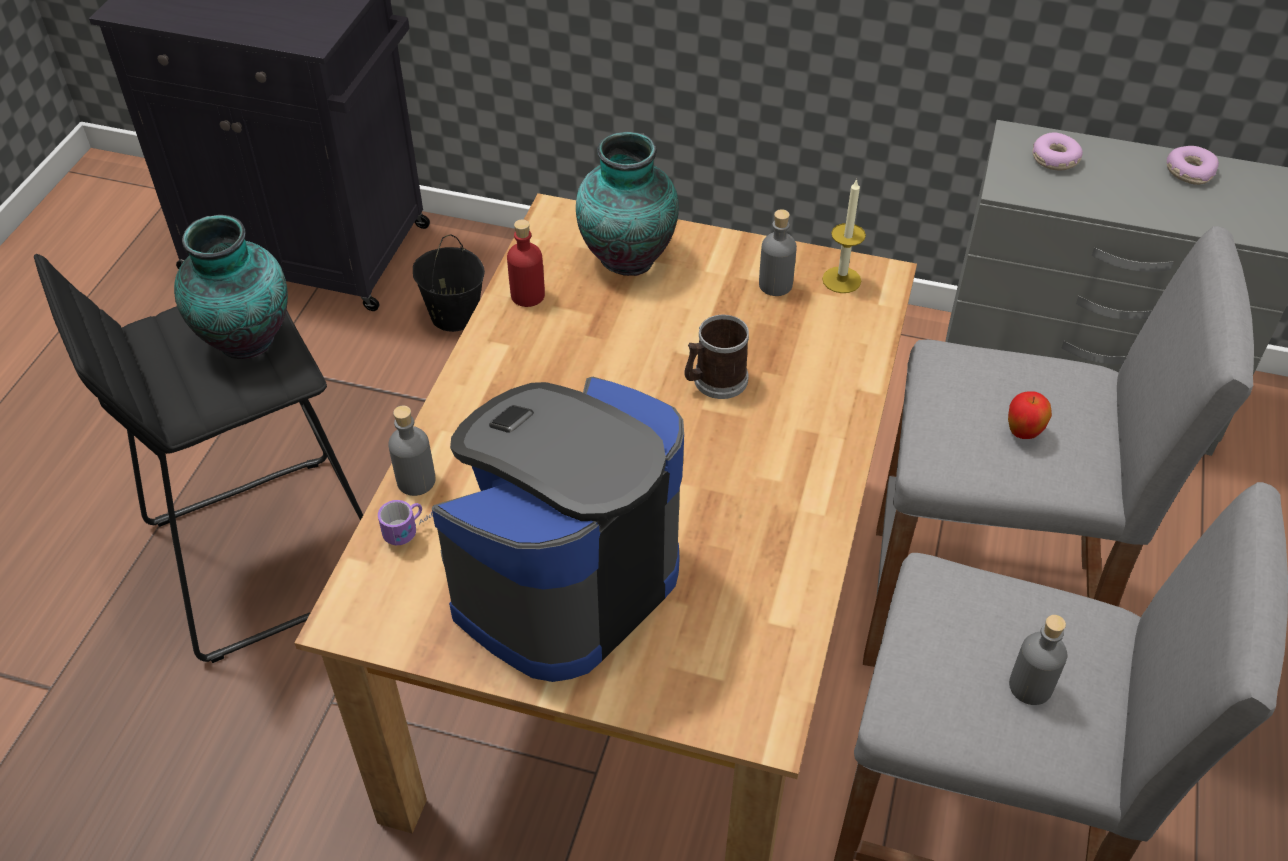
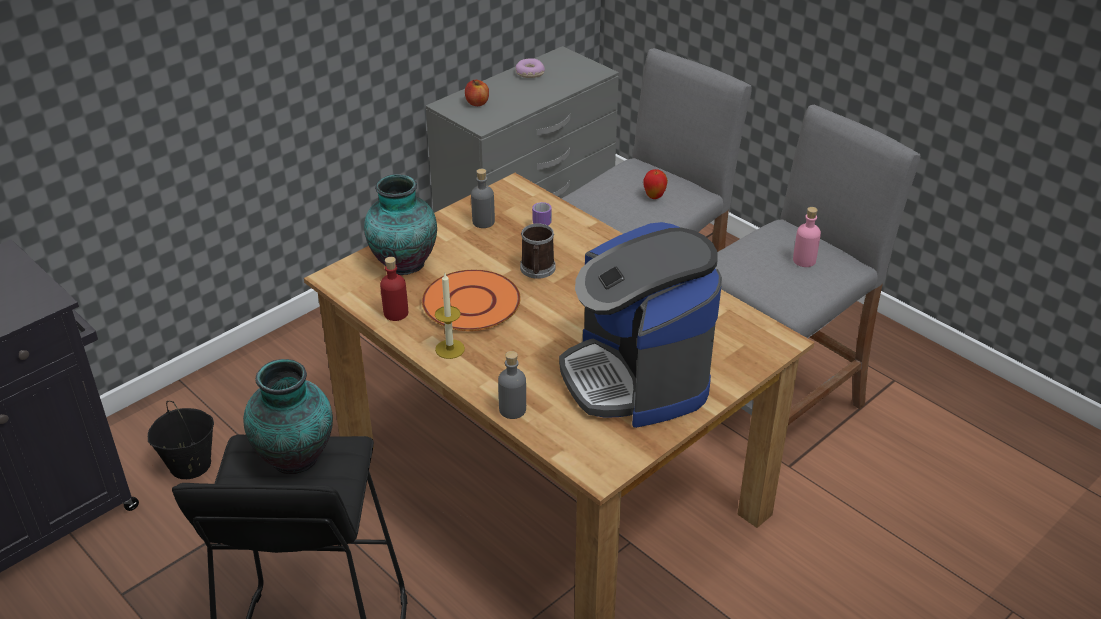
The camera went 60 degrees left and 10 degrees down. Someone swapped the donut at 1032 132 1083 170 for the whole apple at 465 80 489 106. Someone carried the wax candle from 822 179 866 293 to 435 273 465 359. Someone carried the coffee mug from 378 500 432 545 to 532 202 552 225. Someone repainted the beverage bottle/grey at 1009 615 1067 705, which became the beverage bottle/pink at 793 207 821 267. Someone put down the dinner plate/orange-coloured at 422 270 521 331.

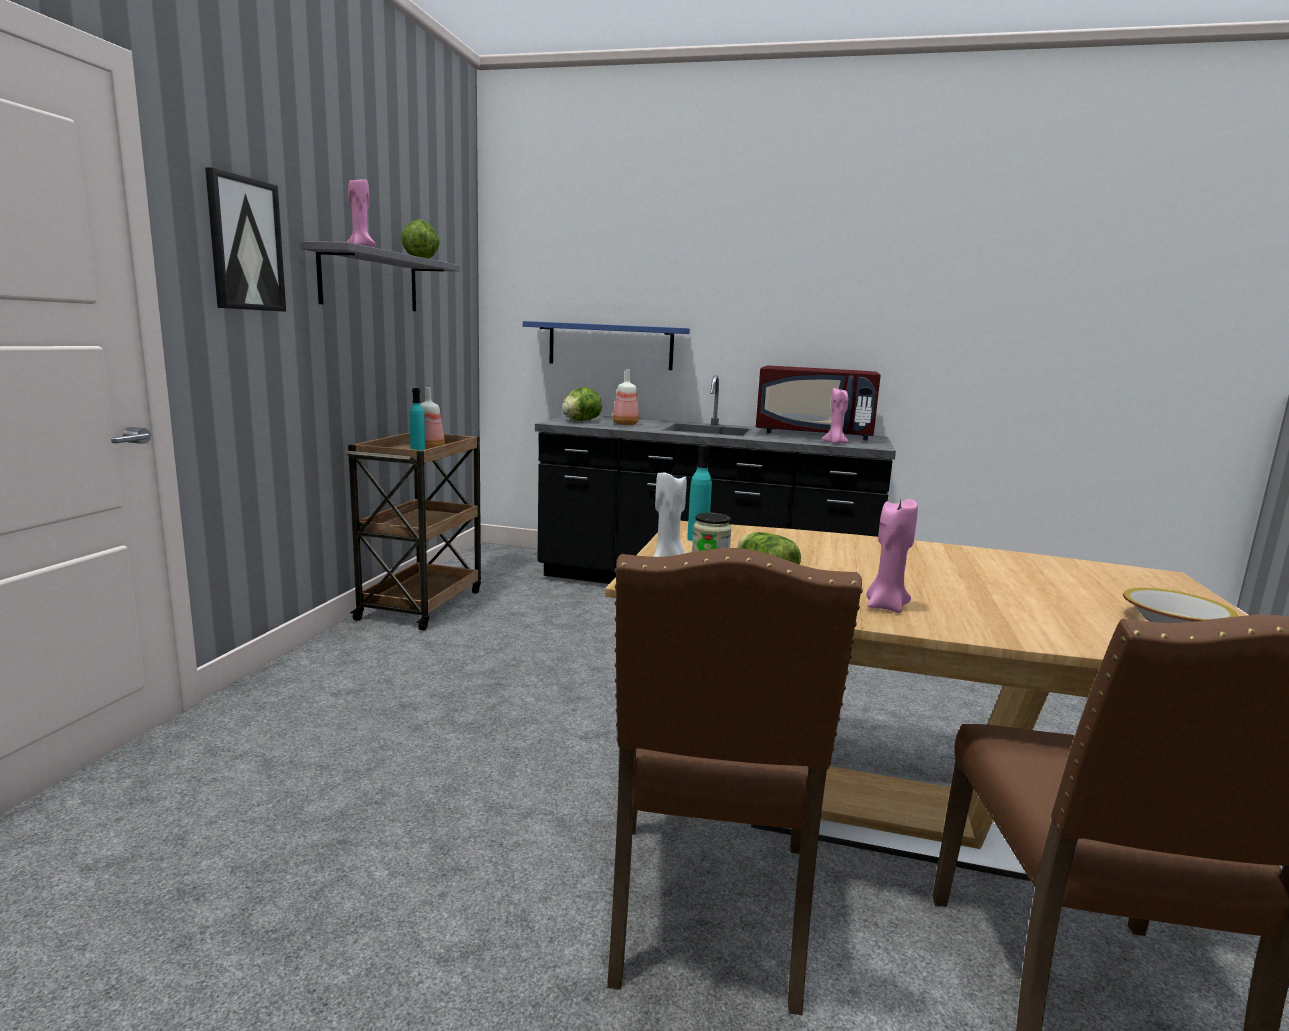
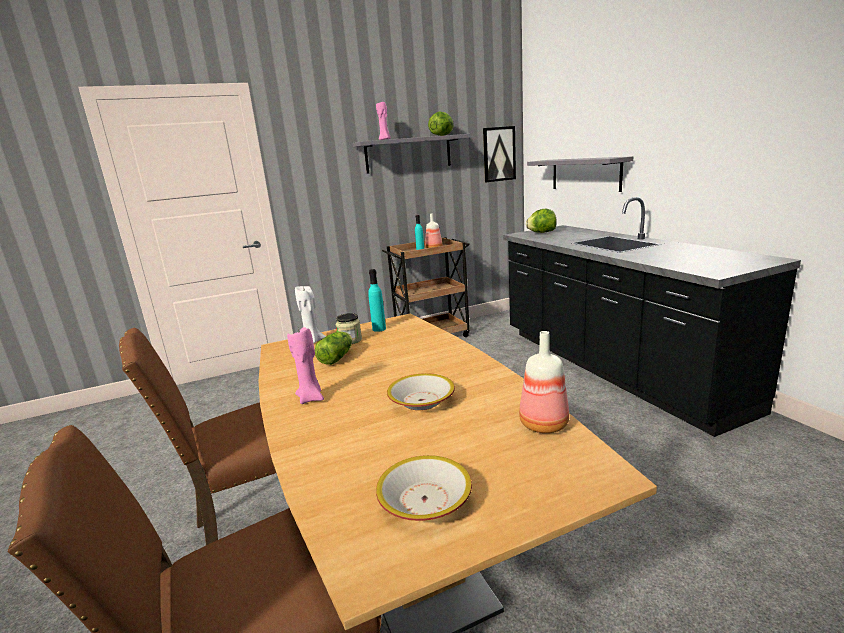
The camera went 55 degrees right and 5 degrees up. Someone carried the wall picture from 205 167 286 312 to 483 126 516 182. Someone repainted the shelf/bluish at 523 321 690 370, which became the shelf/grey at 527 156 633 192. Someone took away the microwave/reddish at 756 365 881 440. Someone carried the beverage bottle from 613 369 639 425 to 519 331 569 433. Someone took away the wax candle/pink at 822 388 849 444. Someone put down the deep dish at 387 373 455 410.

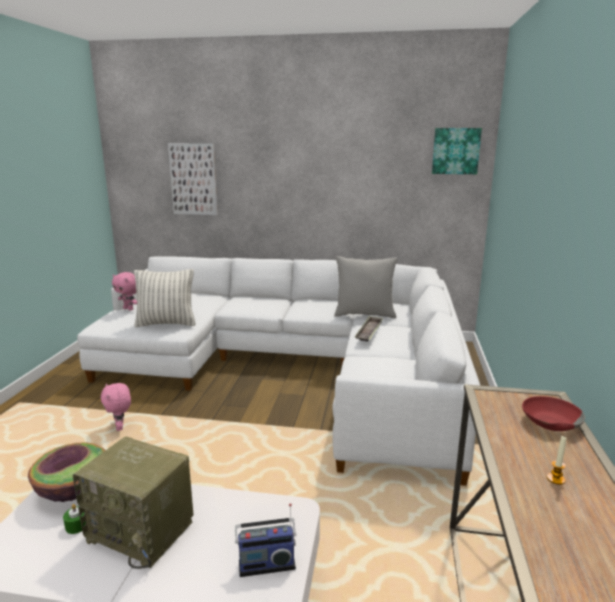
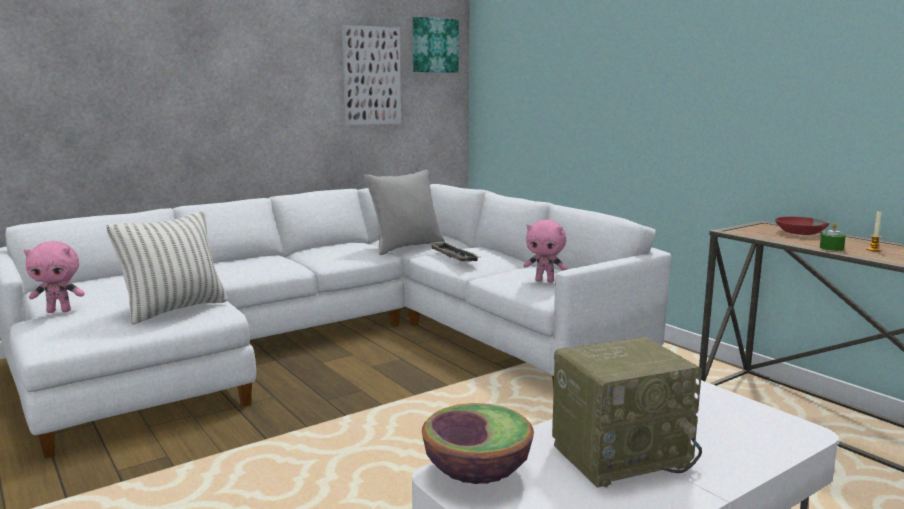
The camera went 45 degrees left and 5 degrees down. Someone carried the wall picture from 168 143 218 215 to 342 25 401 125. Someone carried the plush toy/pink from 101 383 131 431 to 524 220 567 283. Someone took away the radio set at 235 503 296 577. Someone carried the wax candle/green from 63 504 86 534 to 820 223 846 251.

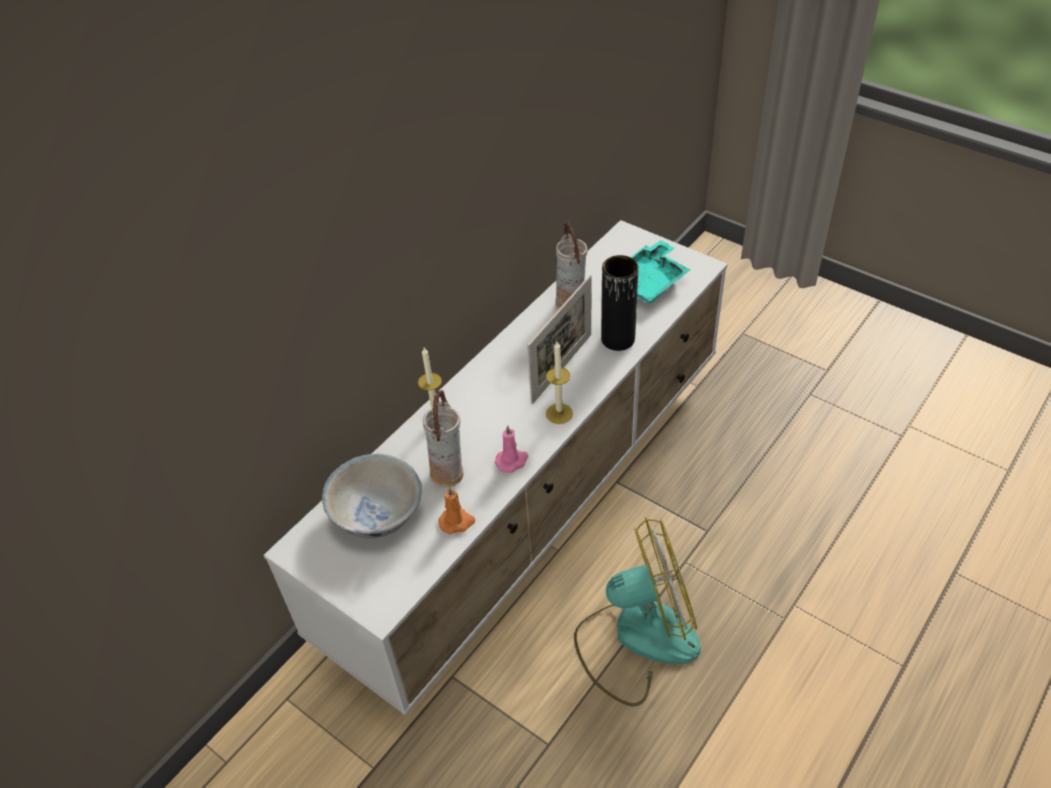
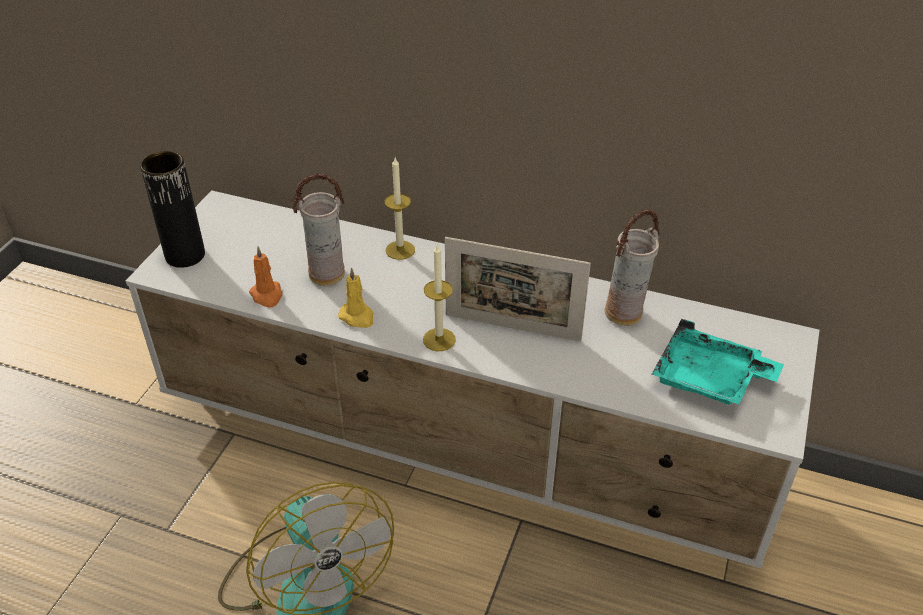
The camera went 70 degrees right and 5 degrees down. Someone carried the vase/blackish from 601 255 639 351 to 140 151 205 268. Someone repainted the wax candle/pink at 495 425 529 473, which became the wax candle/yellow at 338 268 373 328. Someone took away the deep dish/whitish at 322 454 422 539.

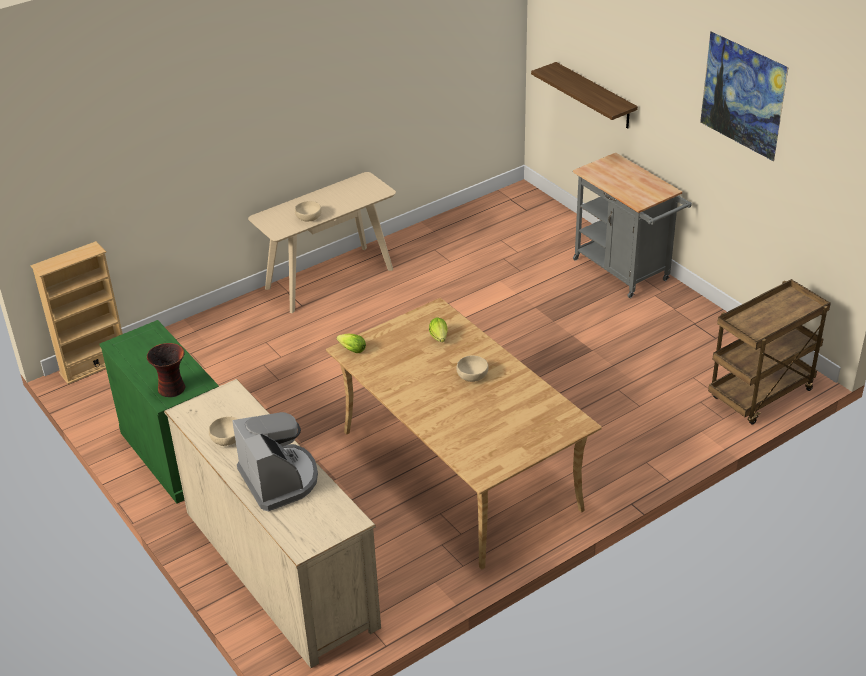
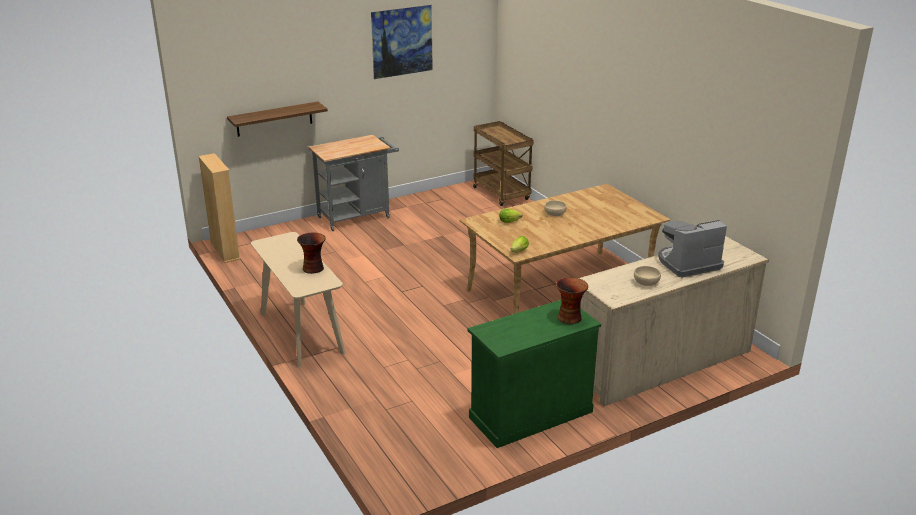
The camera went 85 degrees left and 10 degrees down. Someone swapped the deep dish/sand-coloured at 295 201 322 221 for the vase at 297 233 325 274. Someone carried the bookcase/sand-coloured from 31 241 123 385 to 198 153 241 263.

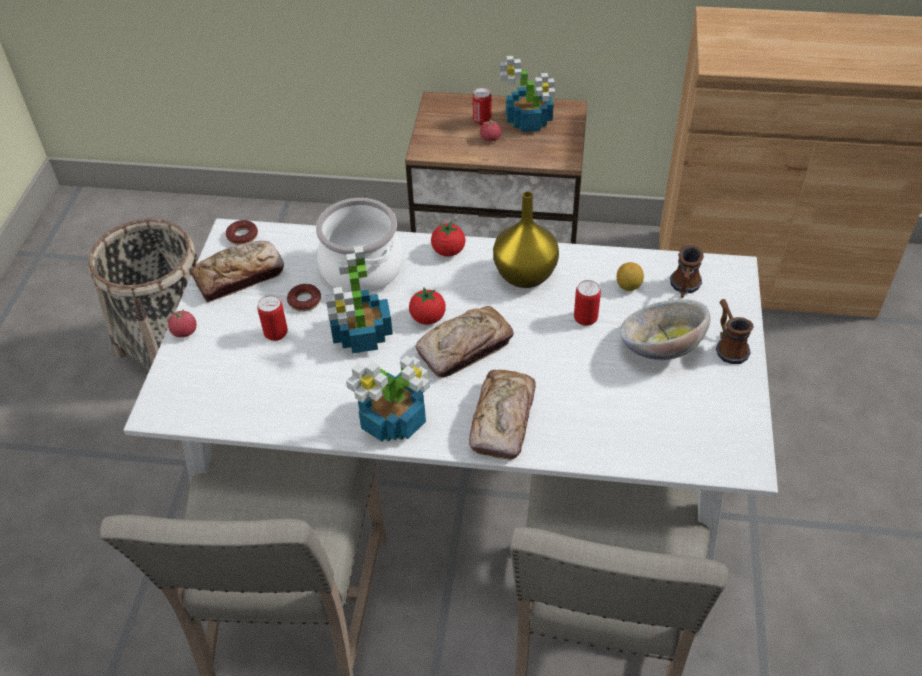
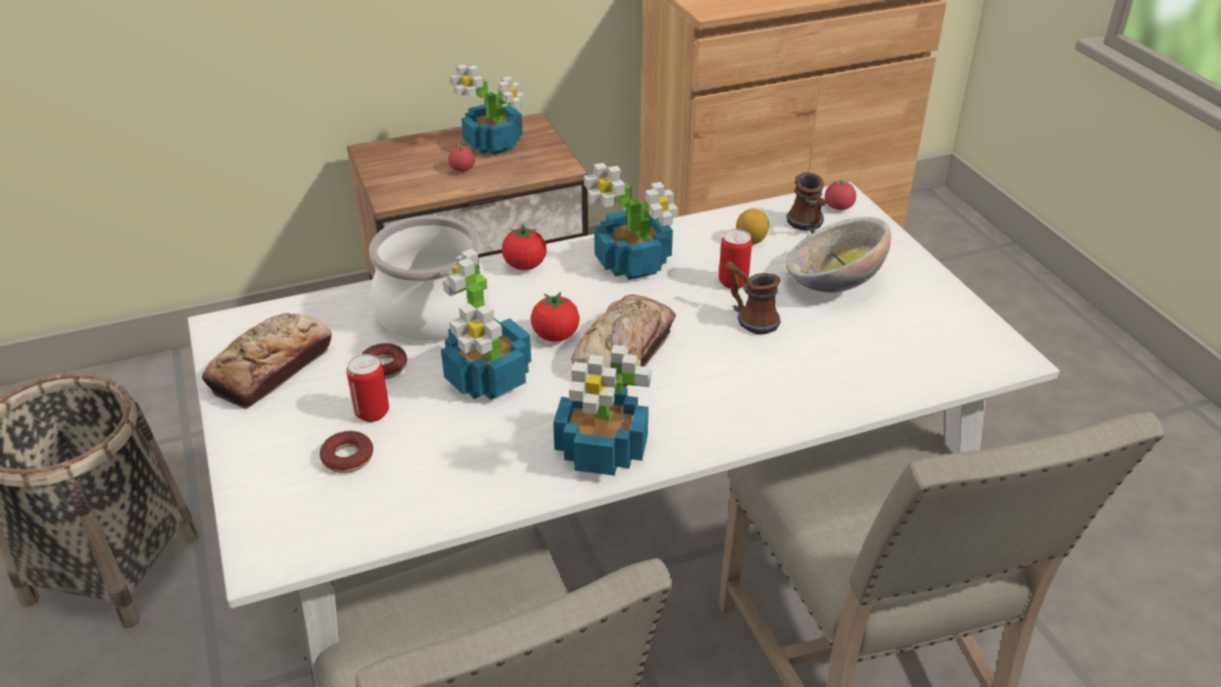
The camera went 30 degrees left and 10 degrees down. Someone took away the metal can at 473 87 492 125. Someone swapped the vase/yellow at 493 191 559 288 for the plant in a pot at 584 163 678 280. Someone carried the donut from 226 220 258 245 to 320 431 373 473. Someone carried the coffee mug from 716 299 754 364 to 725 261 781 334. Someone carried the fresh tomato from 168 309 197 338 to 825 177 856 210. Someone took away the bread at 469 370 536 460.

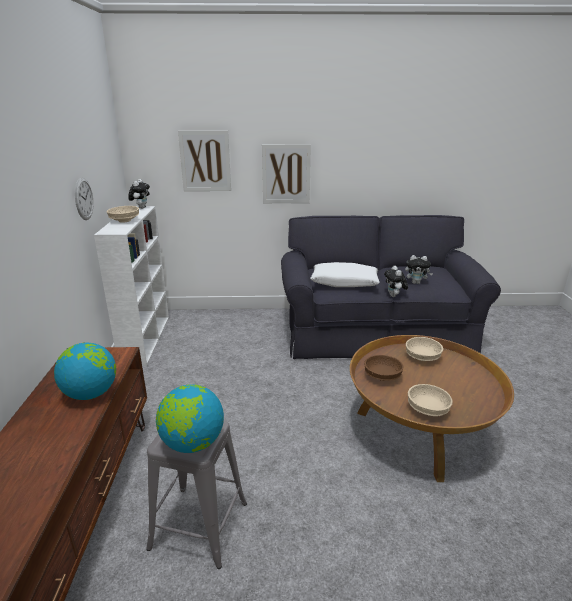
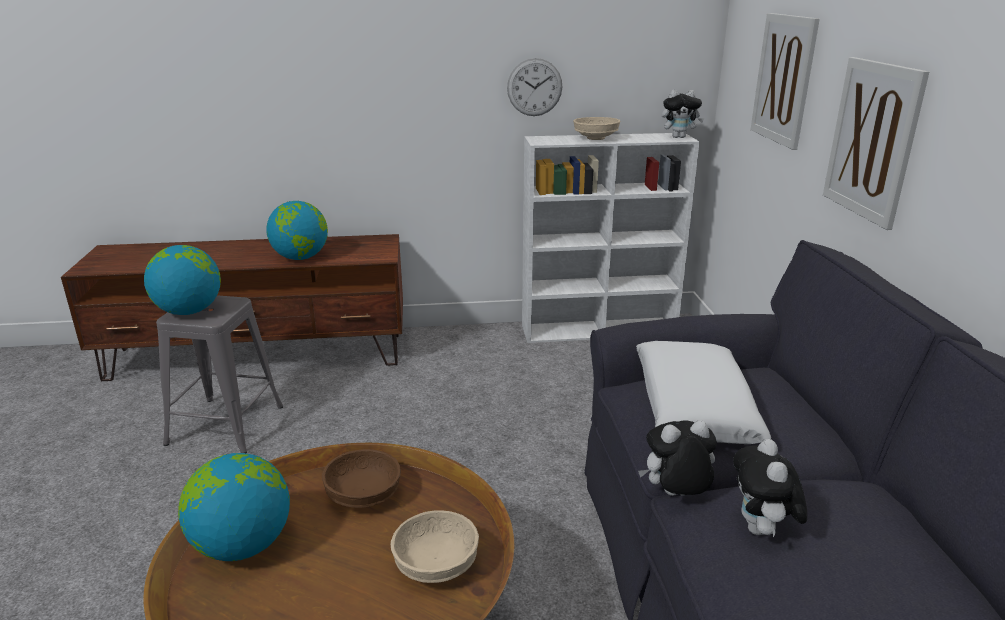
The camera went 85 degrees right and 0 degrees up. Someone swapped the deep dish/sand-coloured at 408 384 453 416 for the globe at 178 453 290 561.

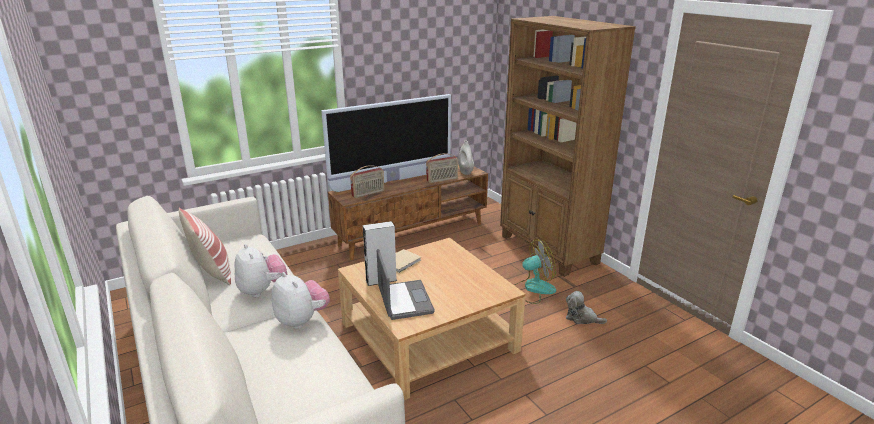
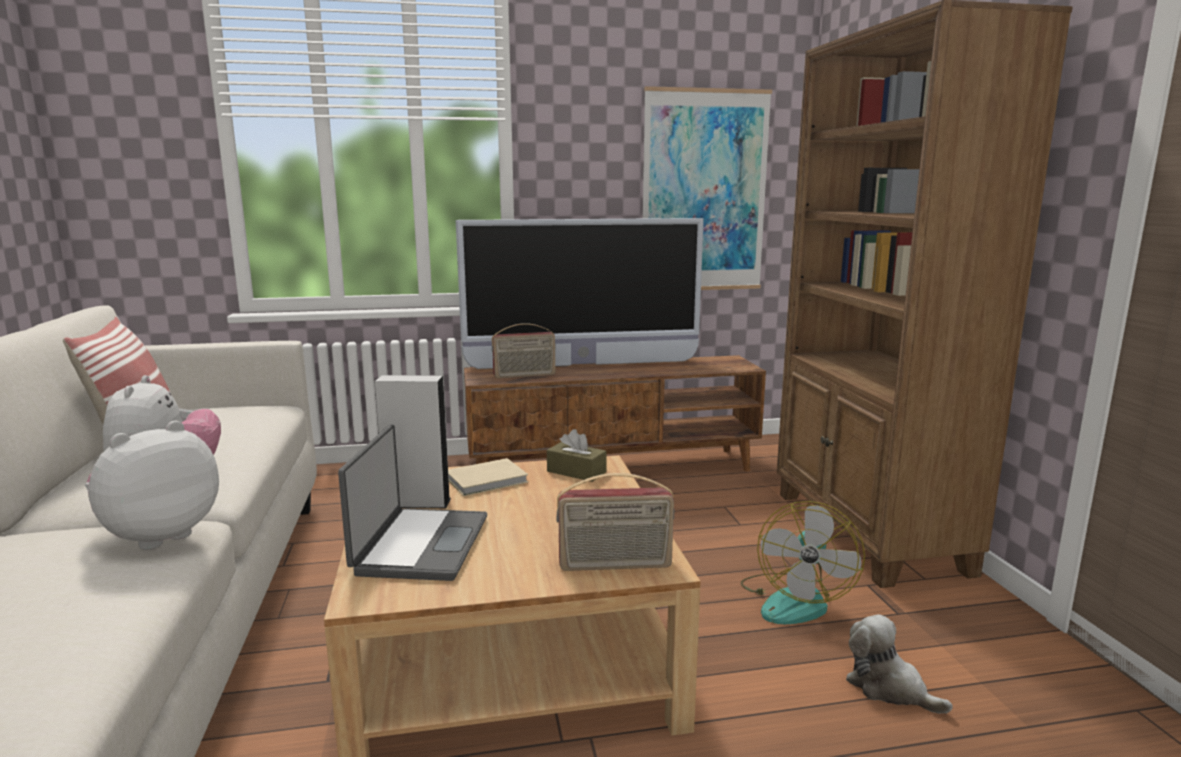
The camera went 20 degrees right and 10 degrees down. Someone took away the vase/whitish at 459 141 474 175. Someone carried the radio set from 426 153 458 183 to 557 473 674 571. Someone rotated the fan at 514 239 556 304 by 105 degrees clockwise. Someone rotated the plush toy at 272 272 330 329 by 120 degrees counterclockwise. Someone put up the wall picture at 643 86 772 290. Someone put down the tissue box/brown-coloured at 547 429 607 482.

